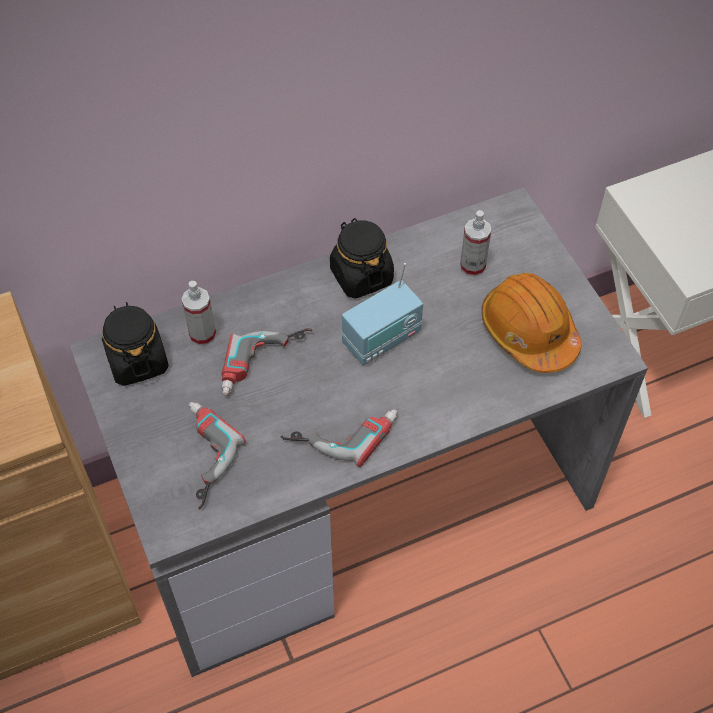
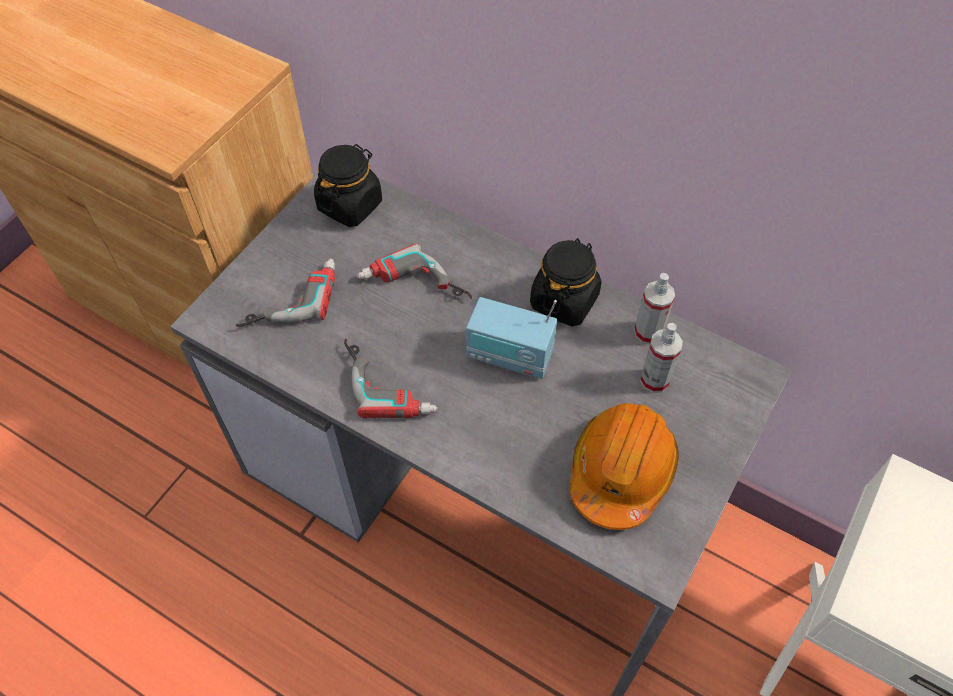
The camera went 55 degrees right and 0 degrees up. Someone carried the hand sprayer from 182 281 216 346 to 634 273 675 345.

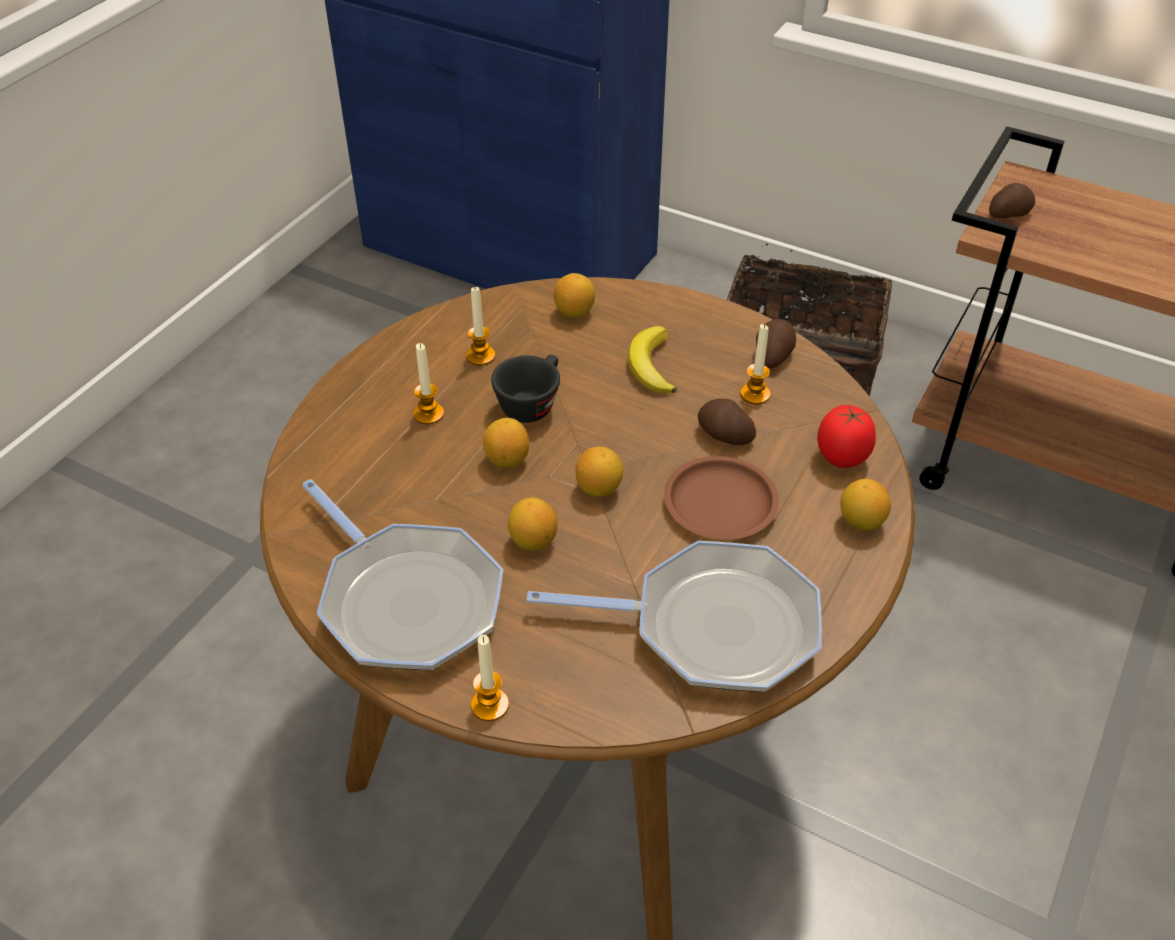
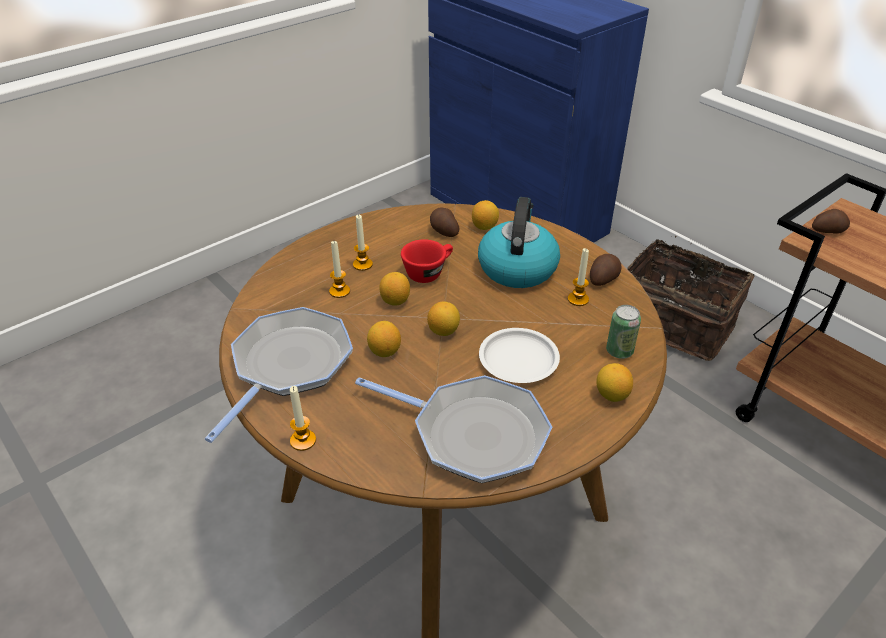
The camera went 20 degrees right and 5 degrees down. Someone carried the wax candle from 466 287 495 366 to 329 241 350 298. Someone swapped the banana fruit at 628 326 677 394 for the water kettle at 478 197 560 288. Someone repainted the drinking cup/blackish at 491 355 560 423, which became the drinking cup/reddish at 401 239 453 283. Someone carried the potato from 698 399 756 445 to 430 207 459 237. Someone swapped the fresh tomato at 817 405 876 468 for the metal can at 606 305 641 359. Someone repainted the dinner plate/brown-coloured at 664 456 779 540, which became the dinner plate/whitish at 479 328 560 383. Someone rotated the skillet at 302 479 503 670 by 135 degrees counterclockwise.

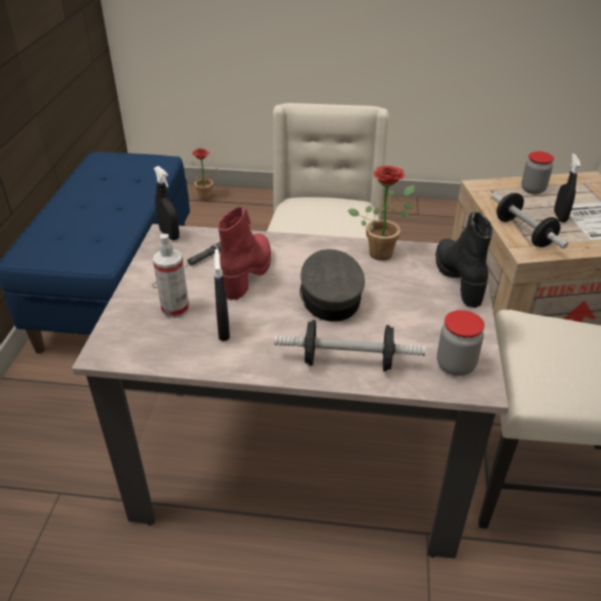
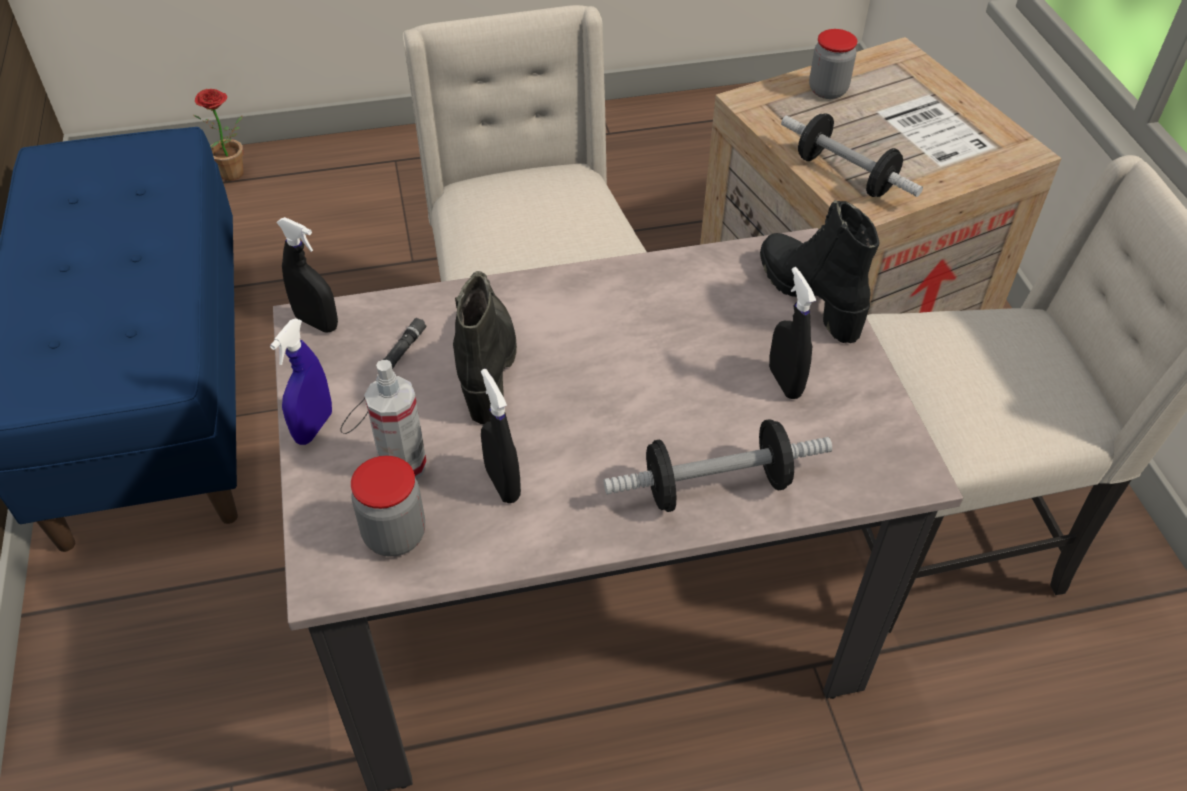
The camera went 20 degrees left and 10 degrees up. Someone carried the hand sprayer/blackish from 554 154 581 222 to 769 267 816 399. Someone took away the plant in a pot at 348 166 415 261. Someone repainted the high-top boot/reddish at 218 206 271 300, which became the high-top boot/blackish at 453 271 517 424. Someone took away the baseball cap/grey at 300 249 365 322. Someone carried the preserve jar from 437 310 485 376 to 351 456 425 557. Someone put down the hand sprayer/bluish at 270 318 332 445.

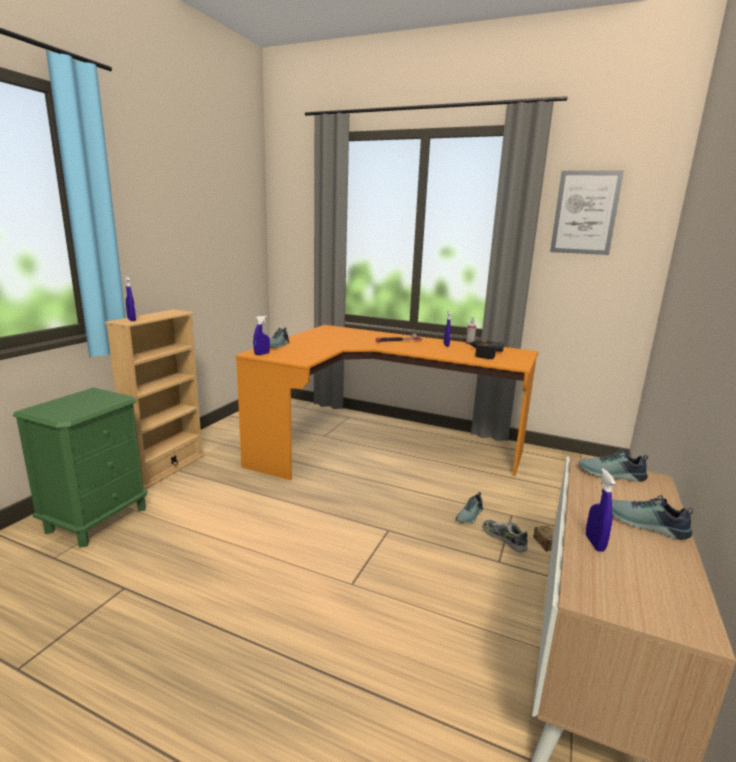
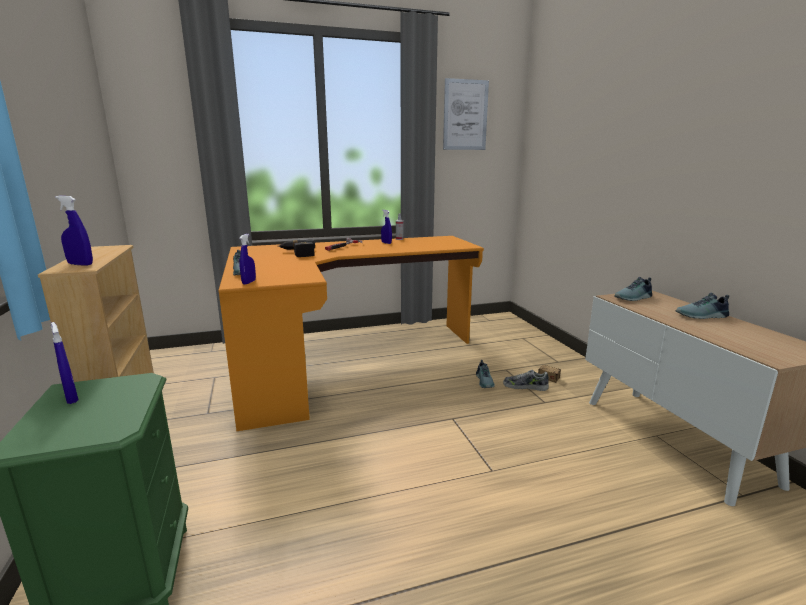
The camera went 40 degrees left and 0 degrees up. Someone carried the power drill from 468 340 504 359 to 278 239 315 257. Someone carried the hand sprayer/bluish from 586 469 616 552 to 51 322 79 404.

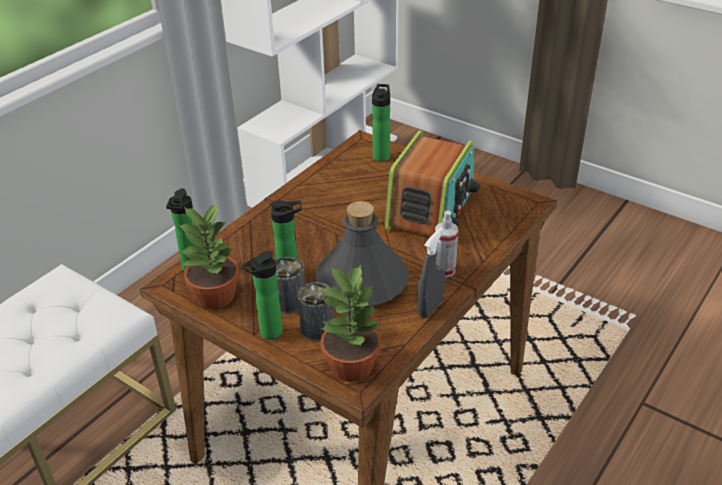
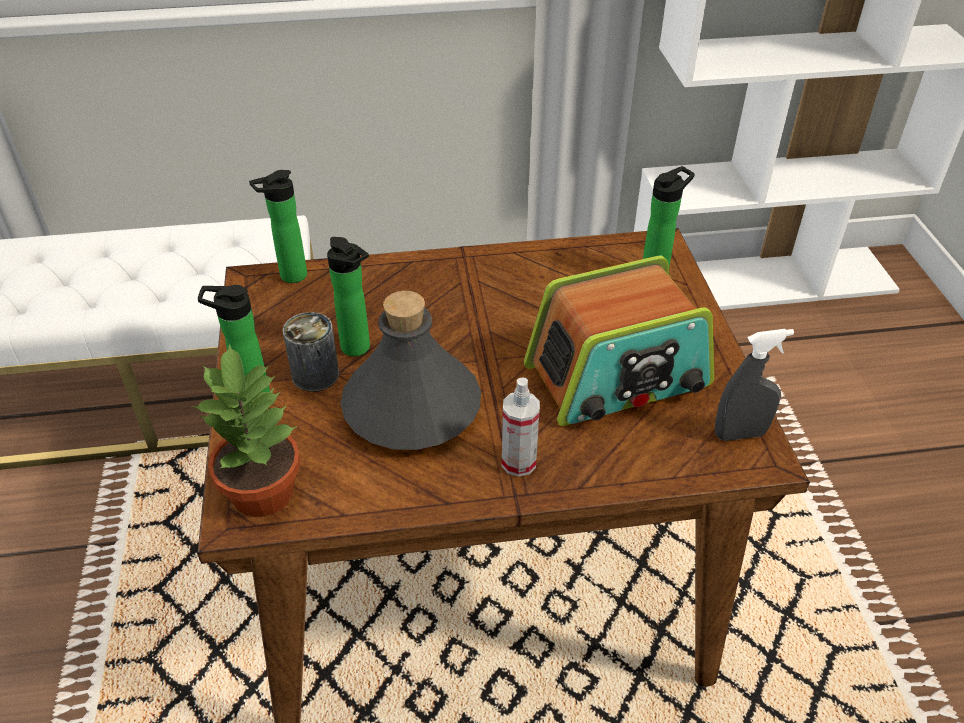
The camera went 45 degrees right and 5 degrees up. Someone took away the plant in a pot at 177 203 240 309. Someone carried the hand sprayer/grey from 417 227 445 318 to 715 329 794 441. Someone took away the metal can at 297 282 334 341.

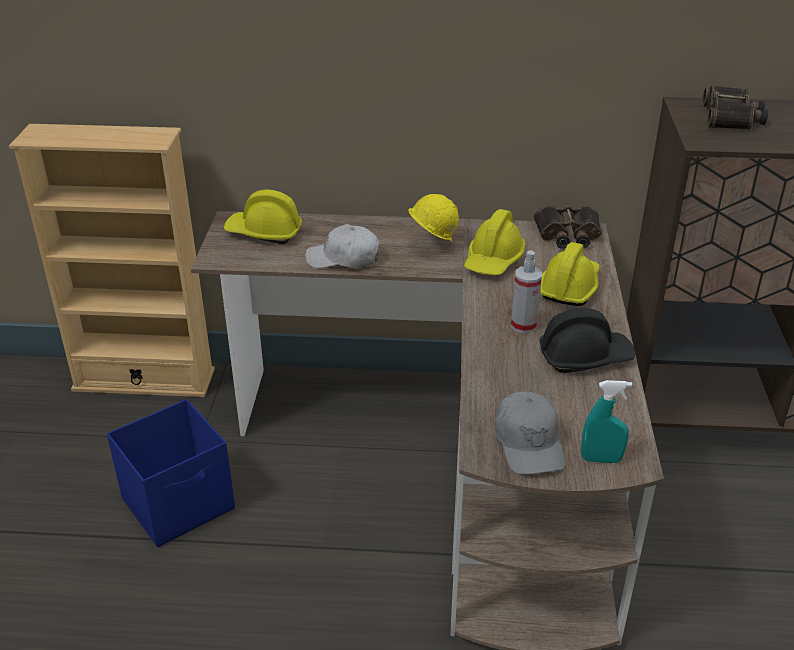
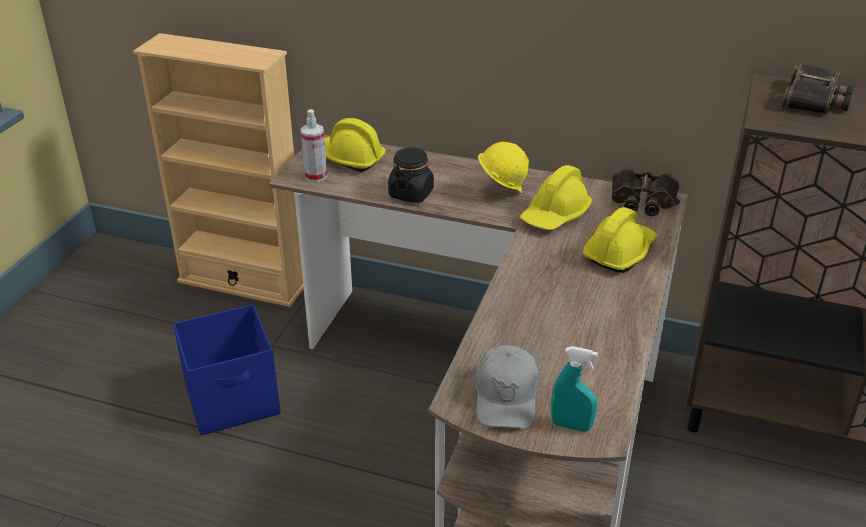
The camera went 15 degrees right and 0 degrees up. Someone swapped the baseball cap/whitish at 305 224 379 268 for the preserve jar/blackish at 388 147 434 203. Someone carried the hand sprayer from 511 250 542 333 to 301 109 327 182. Someone took away the hard hat/blackish at 540 308 635 373.

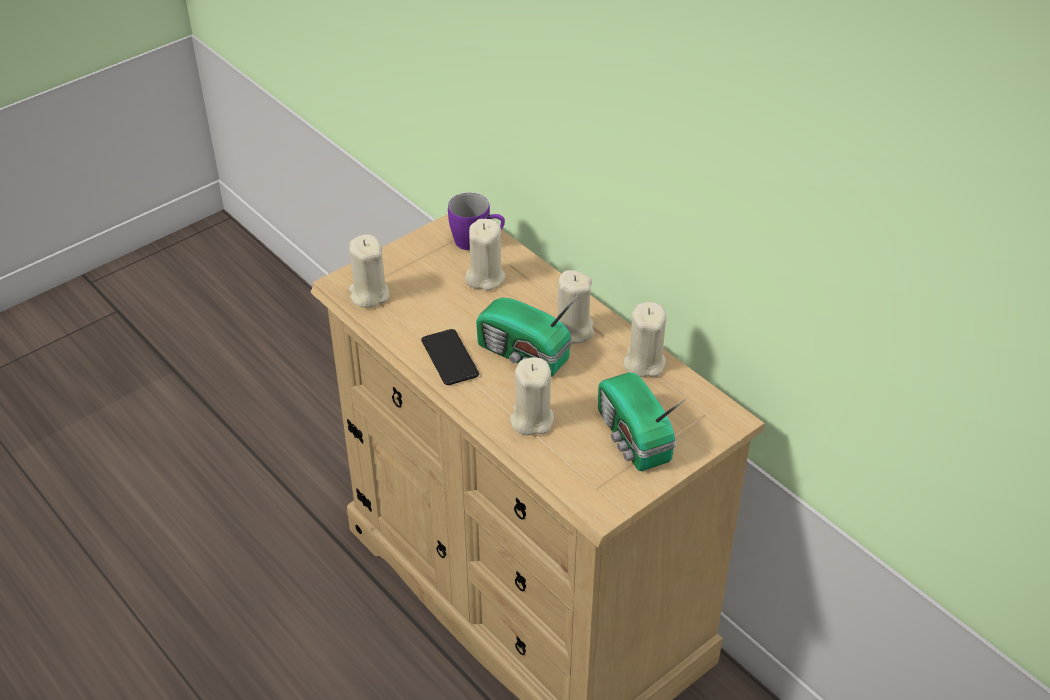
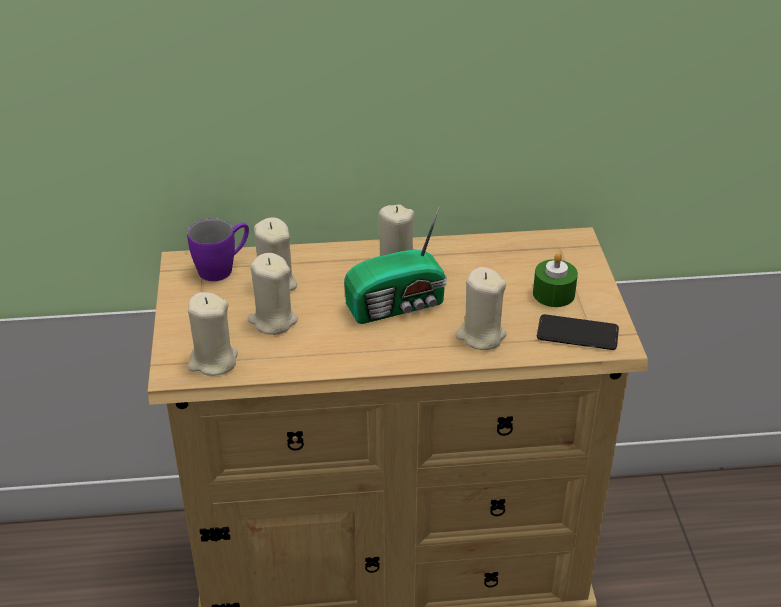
The camera went 55 degrees left and 5 degrees down. Someone carried the wax candle/sand-coloured from 623 302 666 377 to 248 253 298 335. Someone carried the telephone from 421 329 479 385 to 537 314 619 350. Someone swapped the radio set at 598 372 685 471 for the wax candle/green at 533 253 578 307.

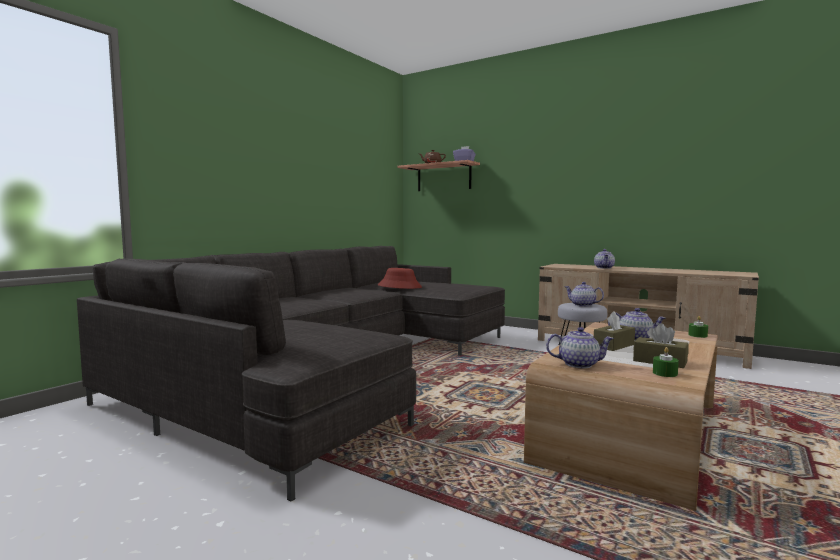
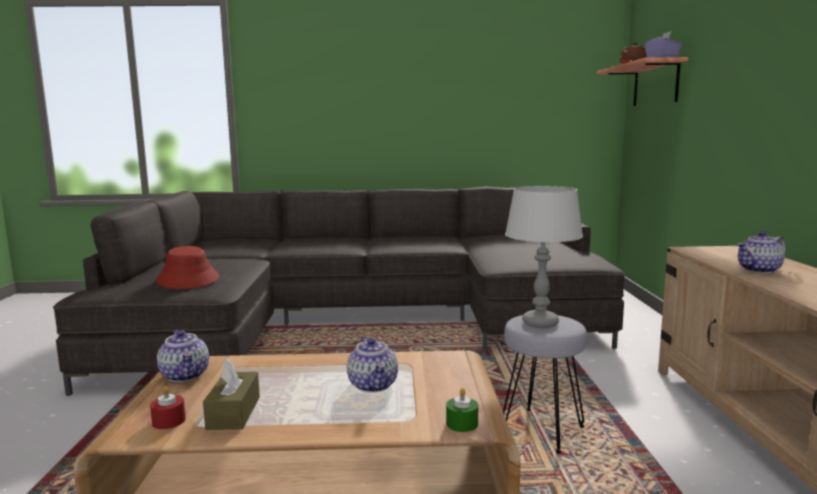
The camera went 55 degrees right and 5 degrees up. Someone carried the hat/reddish from 377 268 422 289 to 156 246 219 289. Someone swapped the pot for tea at 565 282 604 307 for the tabletop lamp/grey at 505 186 583 328. Someone took away the tissue box/brown-coloured at 594 311 635 351. Someone repainted the wax candle/green at 653 347 679 377, which became the wax candle/reddish at 150 386 186 429.

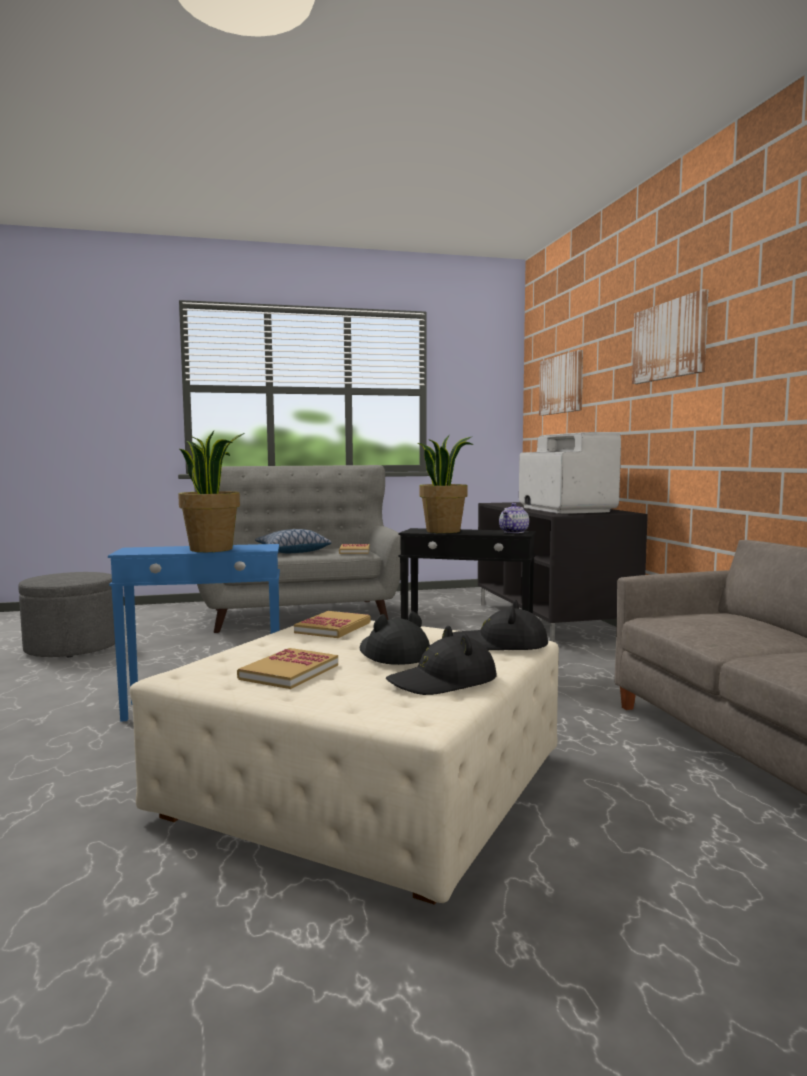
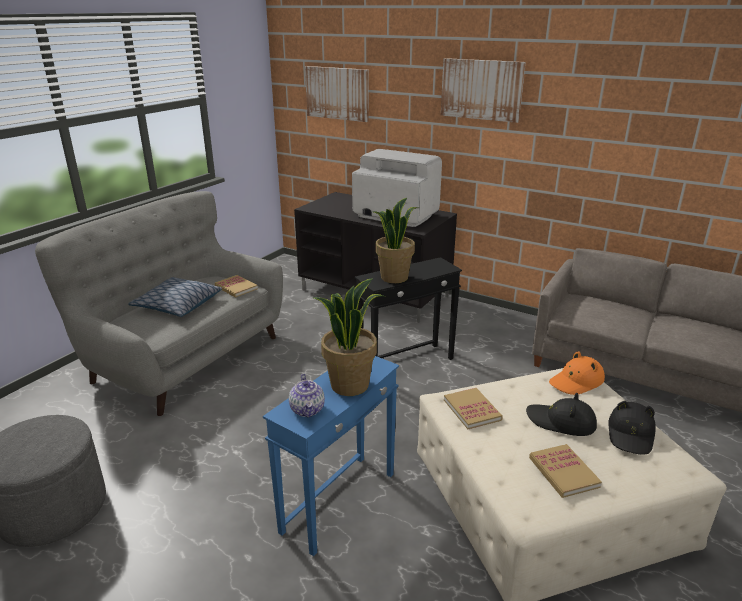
The camera went 45 degrees left and 20 degrees up. Someone carried the pot for tea from 499 503 529 533 to 289 374 325 418. Someone repainted the hat/blackish at 453 600 548 650, which became the hat/orange-coloured at 549 351 605 395.

